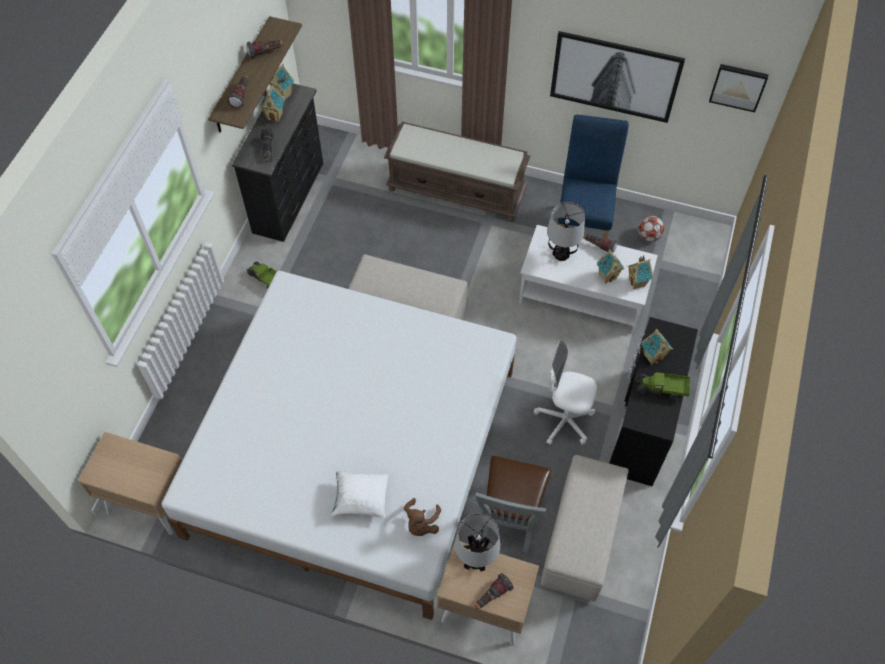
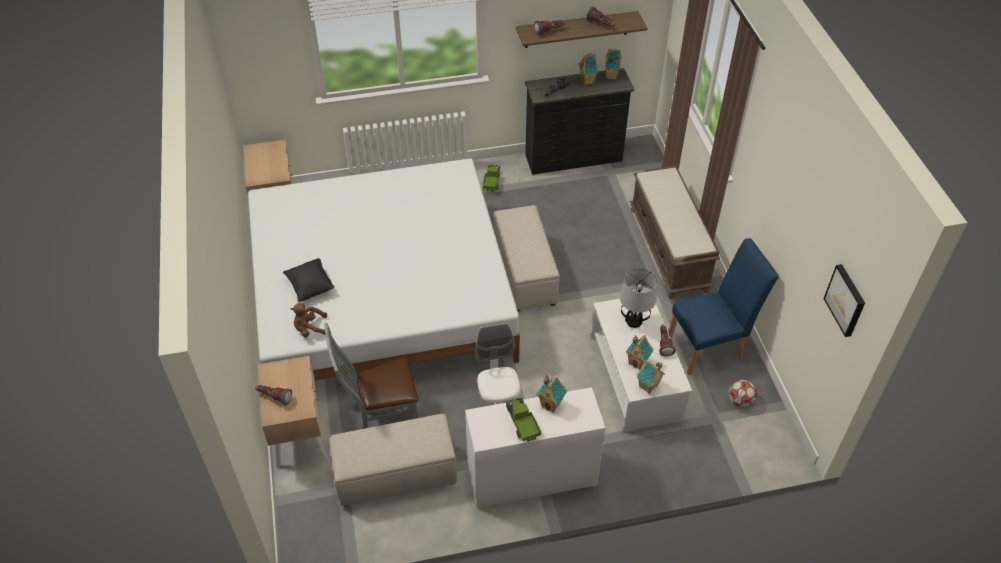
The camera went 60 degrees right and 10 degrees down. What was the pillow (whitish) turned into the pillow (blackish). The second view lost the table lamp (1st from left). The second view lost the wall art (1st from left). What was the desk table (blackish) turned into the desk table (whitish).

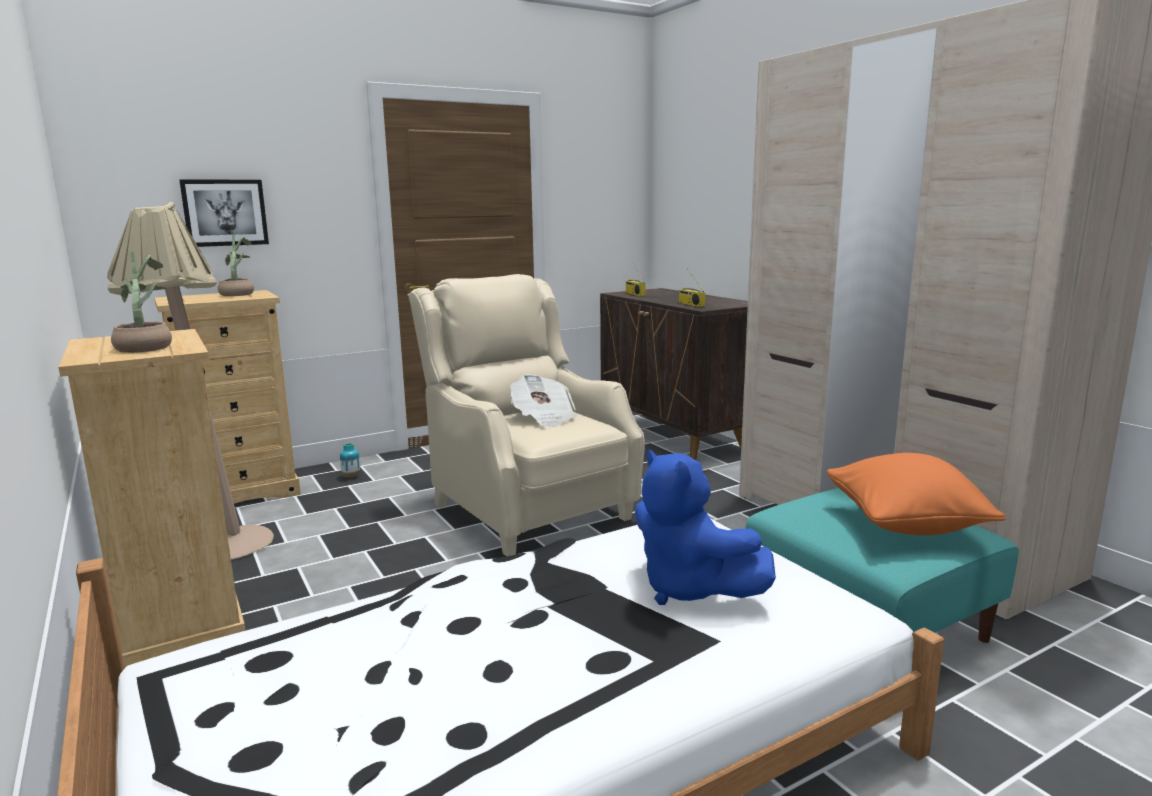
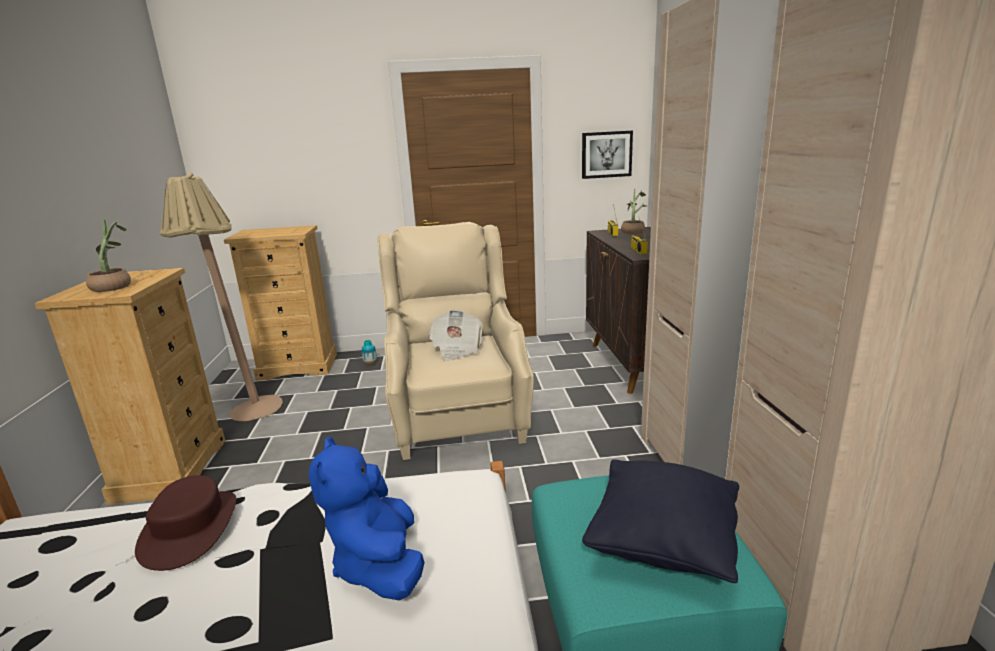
The camera went 25 degrees right and 5 degrees up. The wall art ended up elsewhere. The plant in a pot (2nd from left) ended up elsewhere. What was the pillow (orangey) turned into the pillow (blackish). The second view gained the wearable hat (brown).

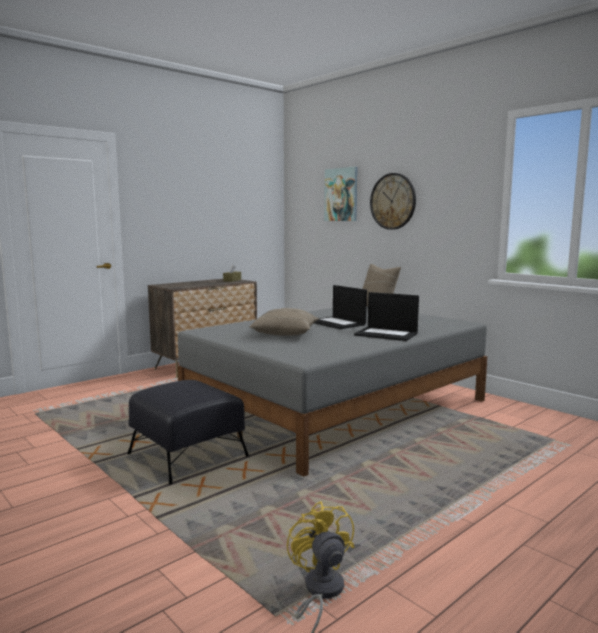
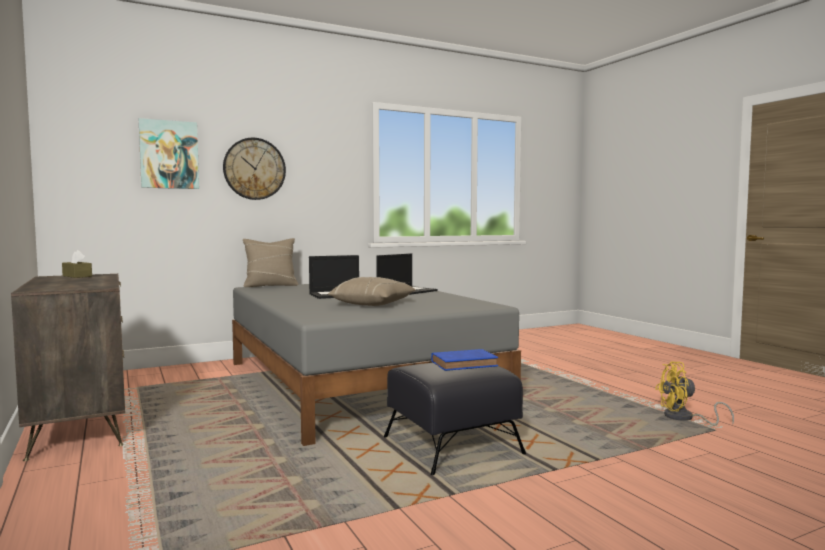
The camera went 75 degrees left and 5 degrees down. The second view gained the bound book (blue).

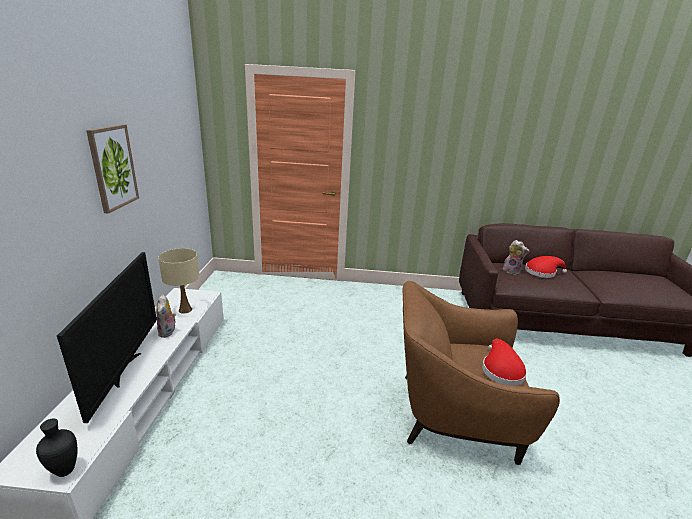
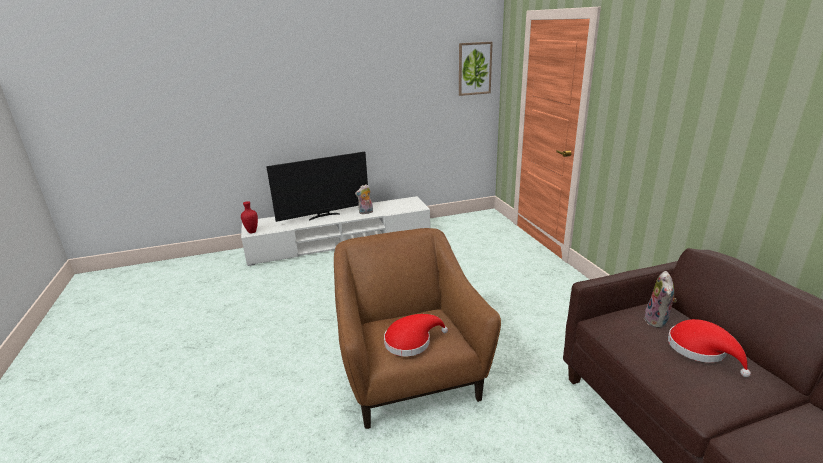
The camera went 70 degrees right and 0 degrees up. What was the vase (blackish) turned into the vase (red). The wall art ended up elsewhere. The second view lost the table lamp (sand-coloured).

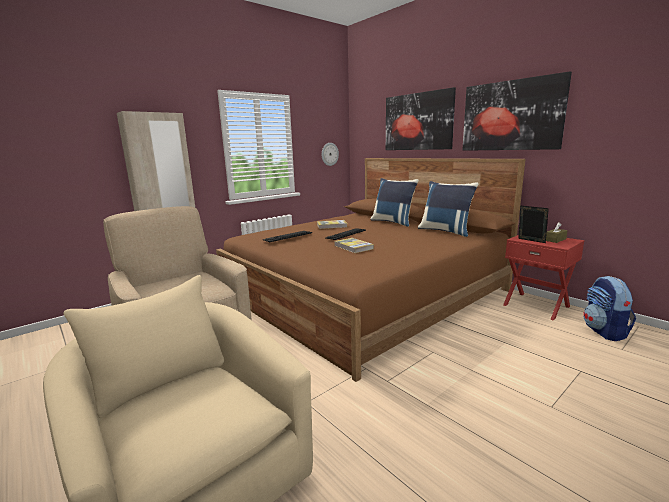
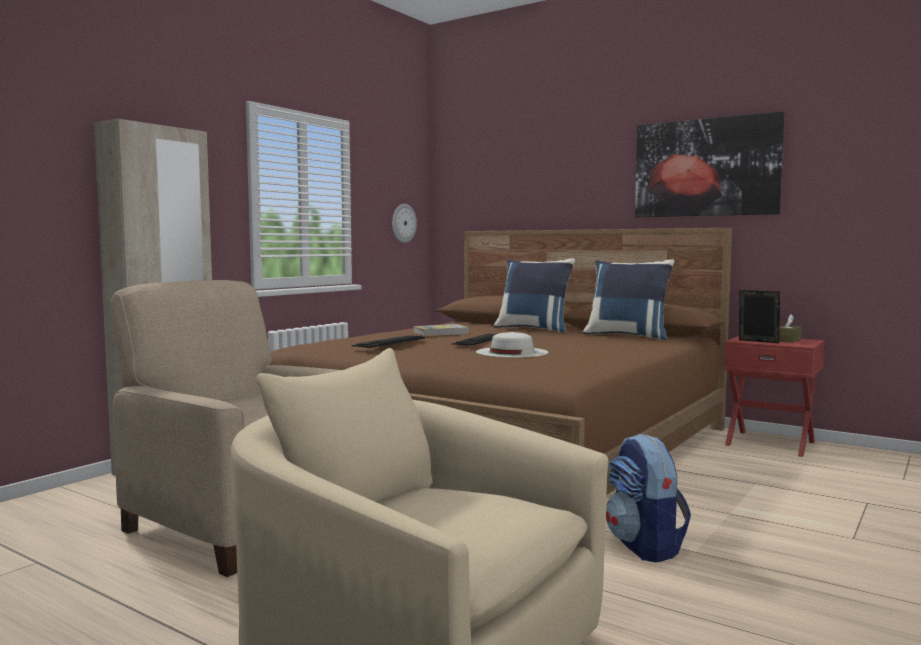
The camera went 15 degrees left and 10 degrees down. Where the bound book (2nd from left) stood, the wearable hat (whitish) came to stand. The second view lost the wall art (1st from left). The backpack ended up elsewhere.

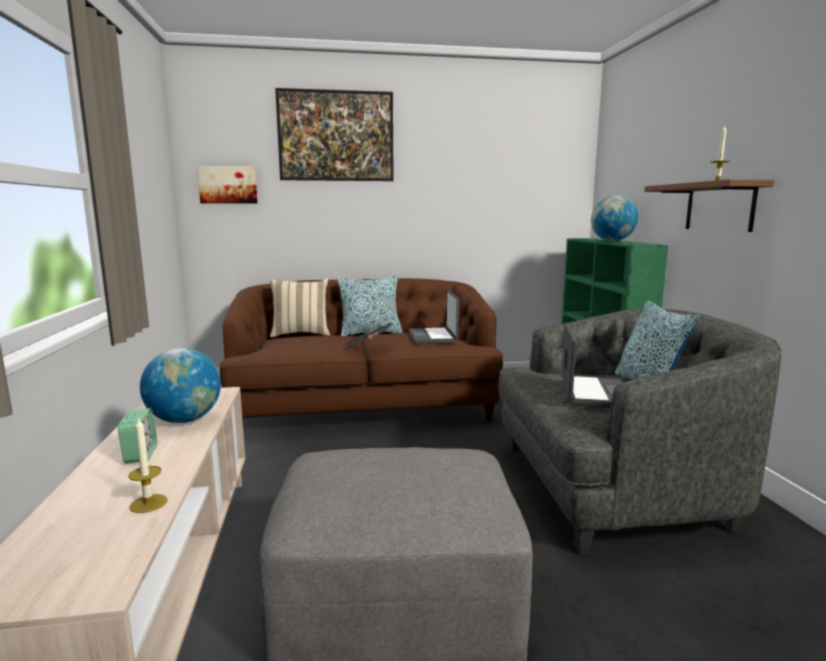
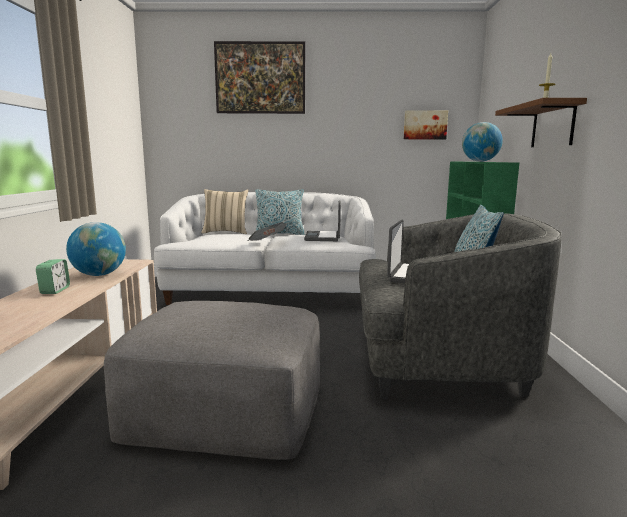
The camera went 10 degrees right and 0 degrees up. The second view lost the wax candle (1st from left). The wall art (1st from left in the first image) ended up elsewhere. What was the settee (brown) turned into the settee (whitish).

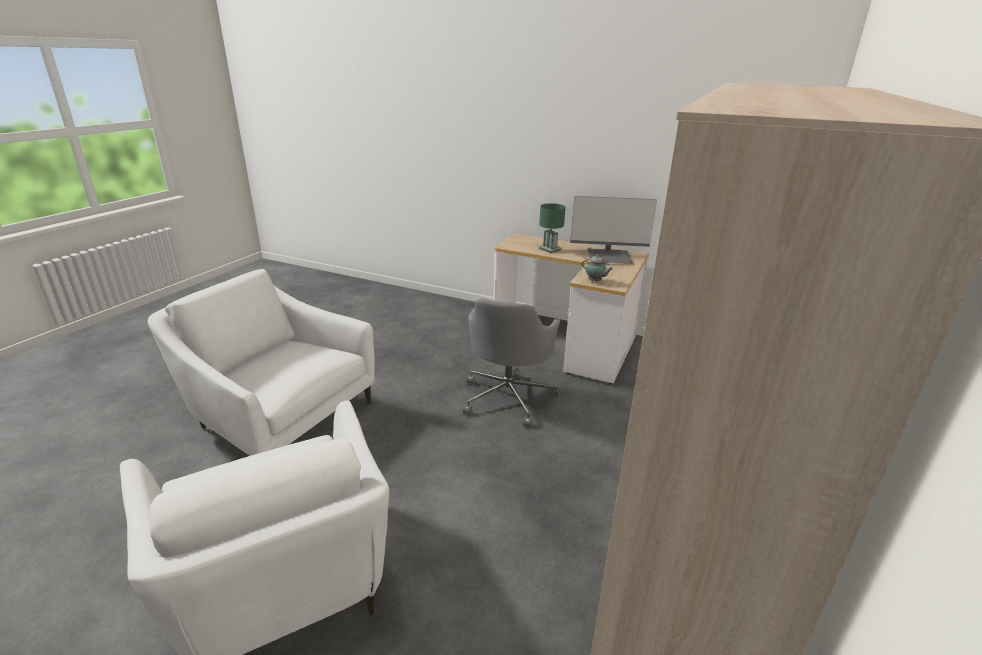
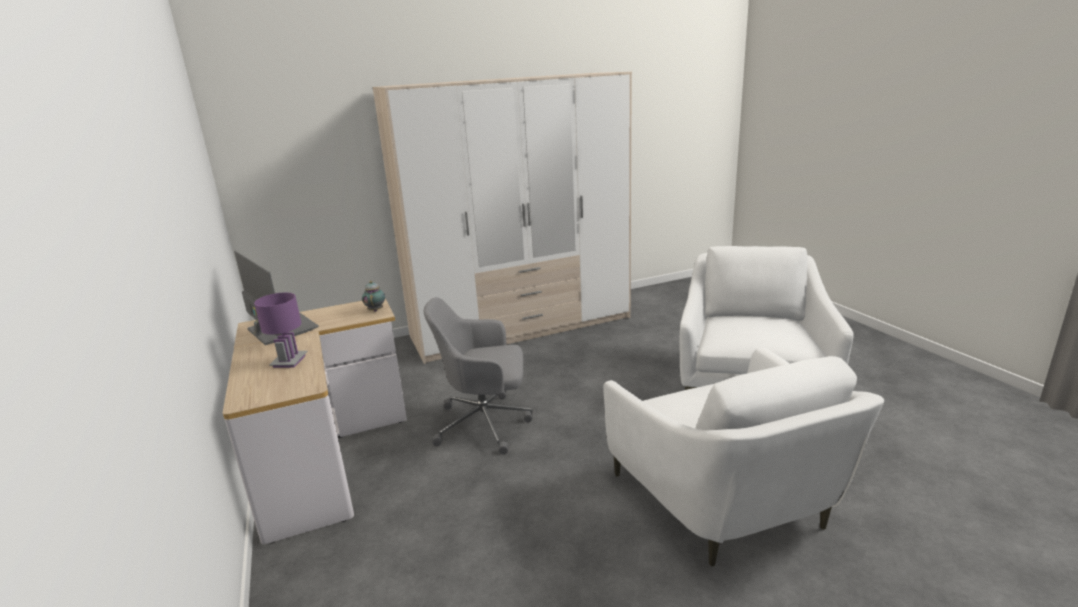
The camera went 135 degrees left and 5 degrees down. The computer chair (greyish) ended up facing another way, 150 degrees counterclockwise from before. What was the table lamp (green) turned into the table lamp (purple-coloured).

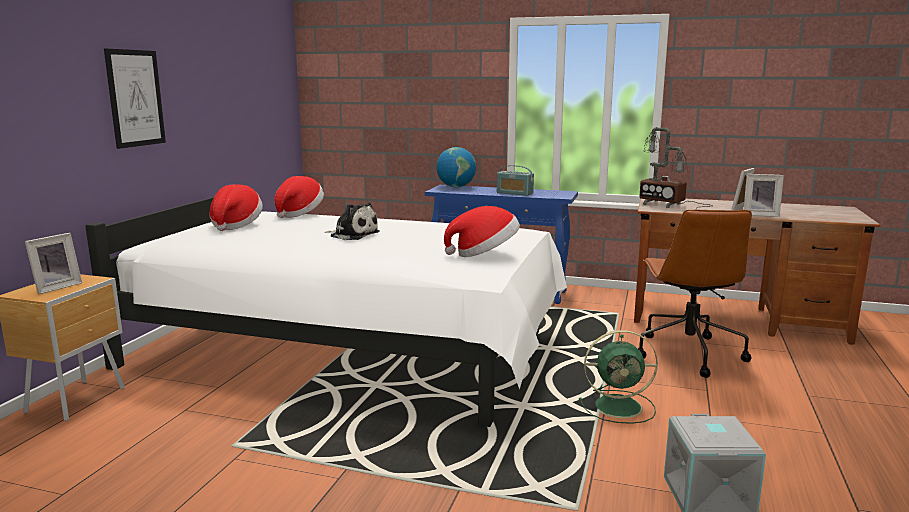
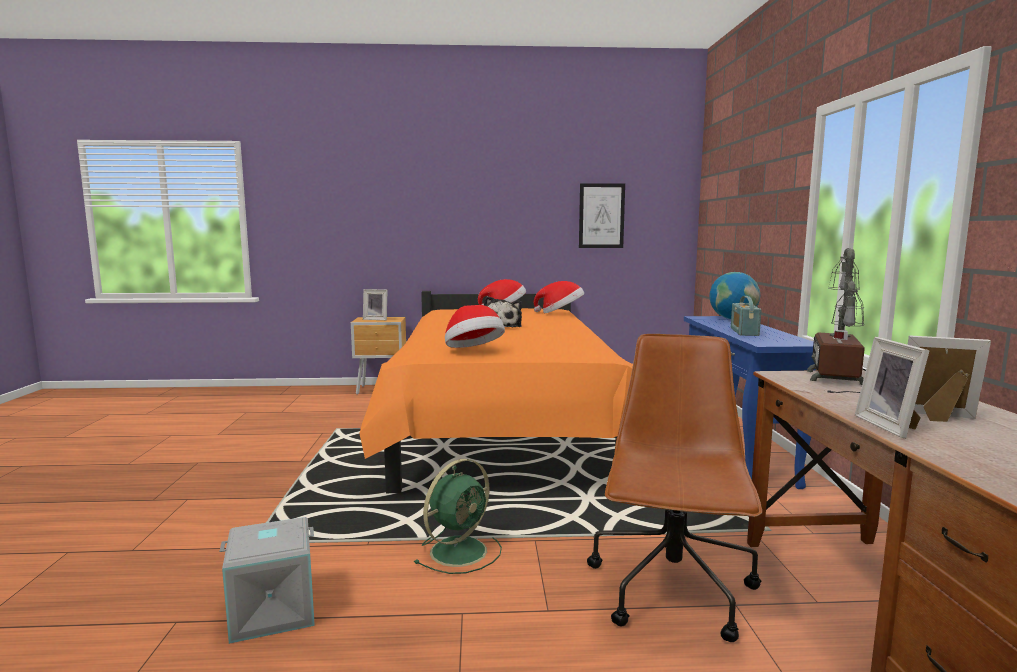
The camera went 70 degrees right and 5 degrees down. What was the bed (whitish) turned into the bed (orangey). The wall art ended up elsewhere. The electric fan (green) ended up facing another way, 120 degrees counterclockwise from before. The computer chair (brown) ended up facing another way, 120 degrees clockwise from before.

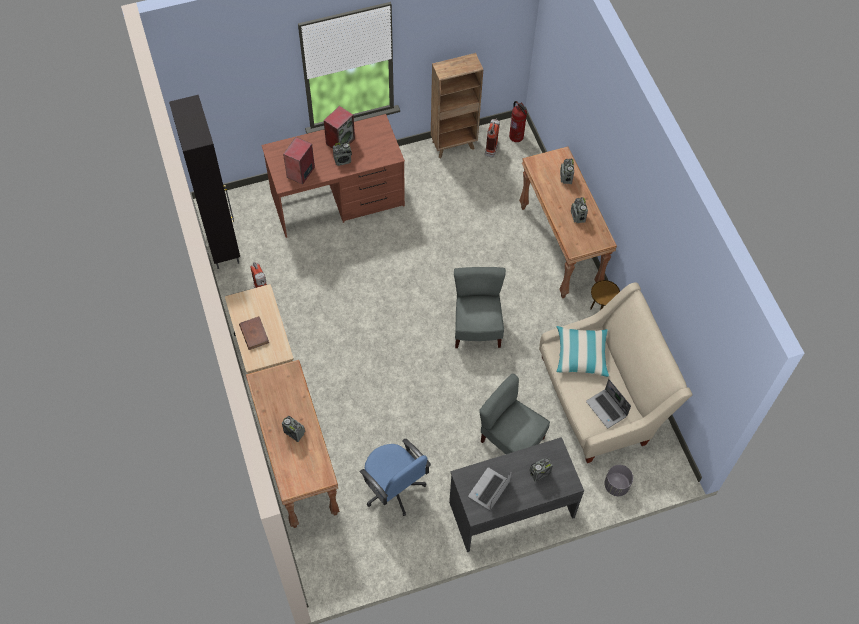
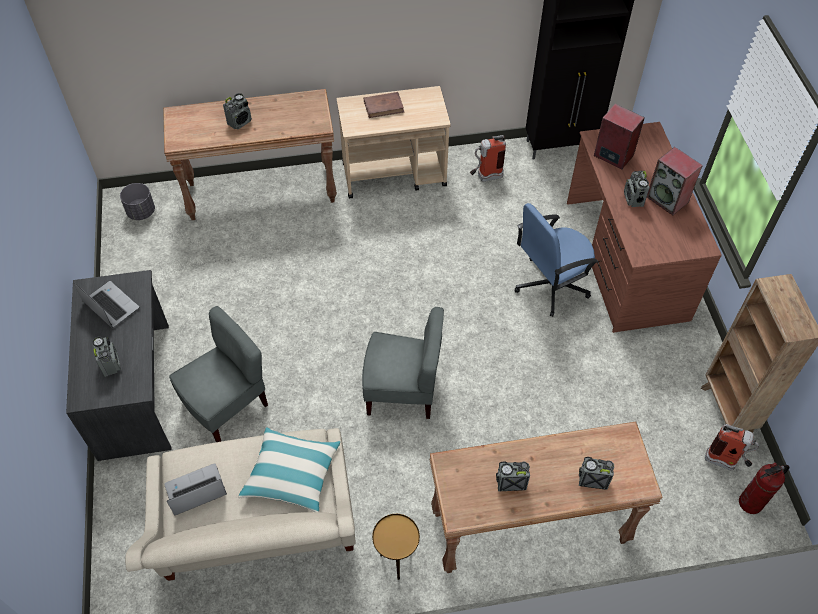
The camera went 100 degrees right and 5 degrees down. The computer chair (blue) ended up elsewhere. The plant pot (greyish) ended up elsewhere.

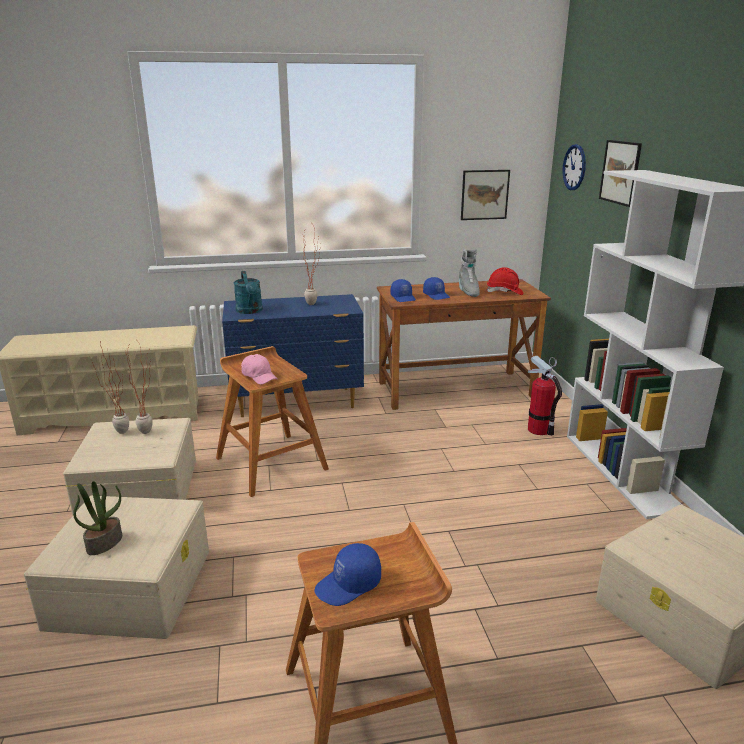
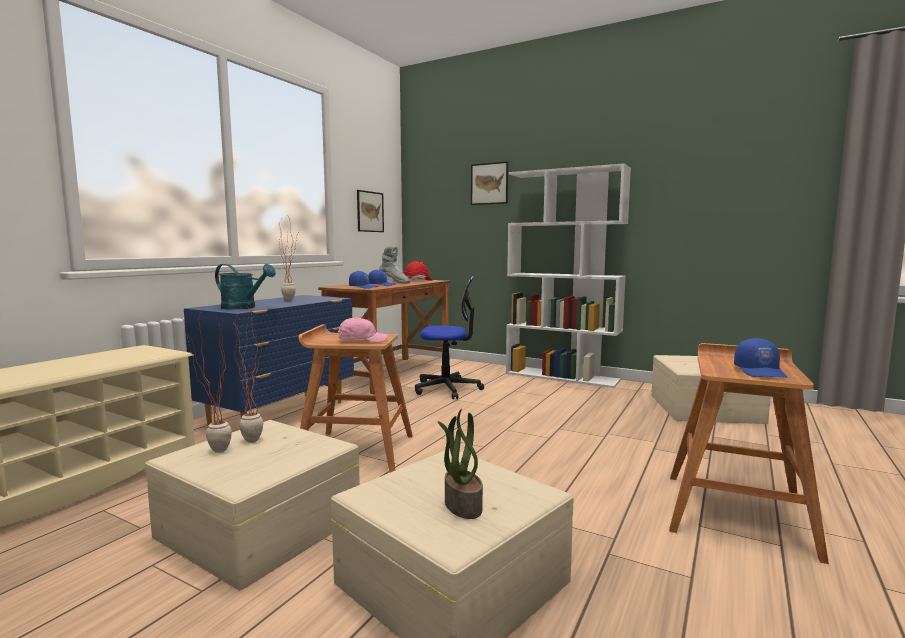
The camera went 50 degrees left and 15 degrees down. The second view lost the fire-fighting cylinder. The second view lost the wall clock. The second view gained the computer chair.

